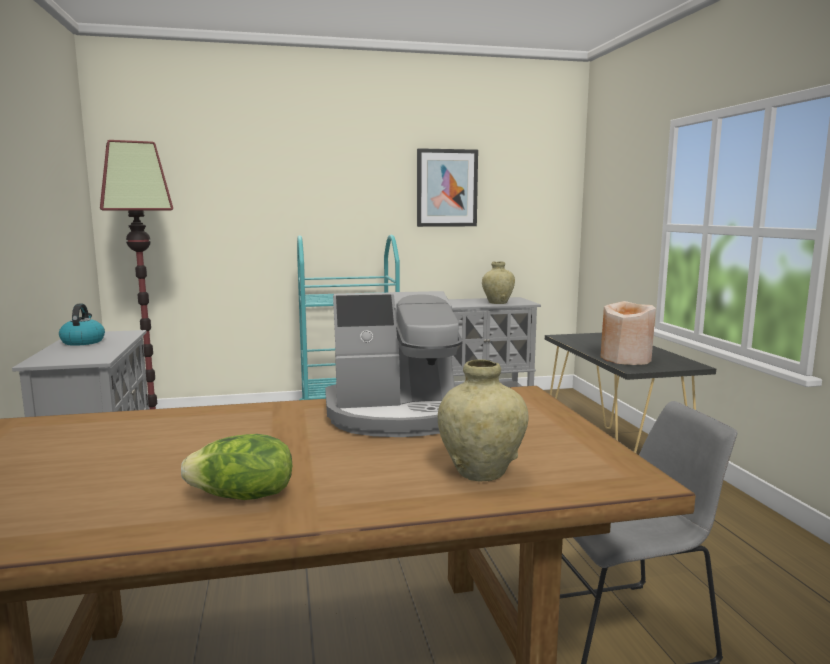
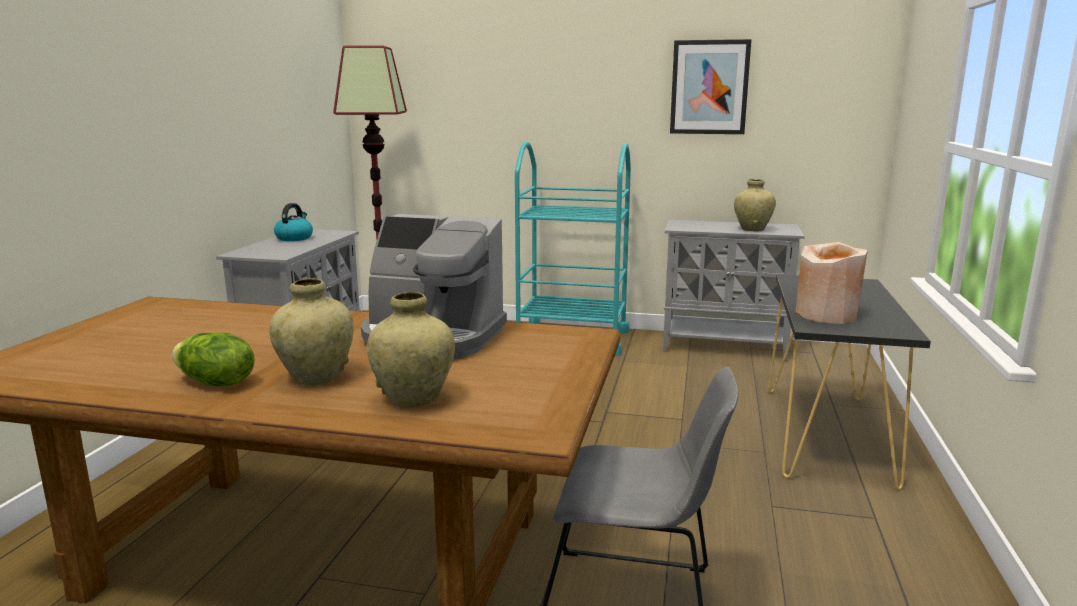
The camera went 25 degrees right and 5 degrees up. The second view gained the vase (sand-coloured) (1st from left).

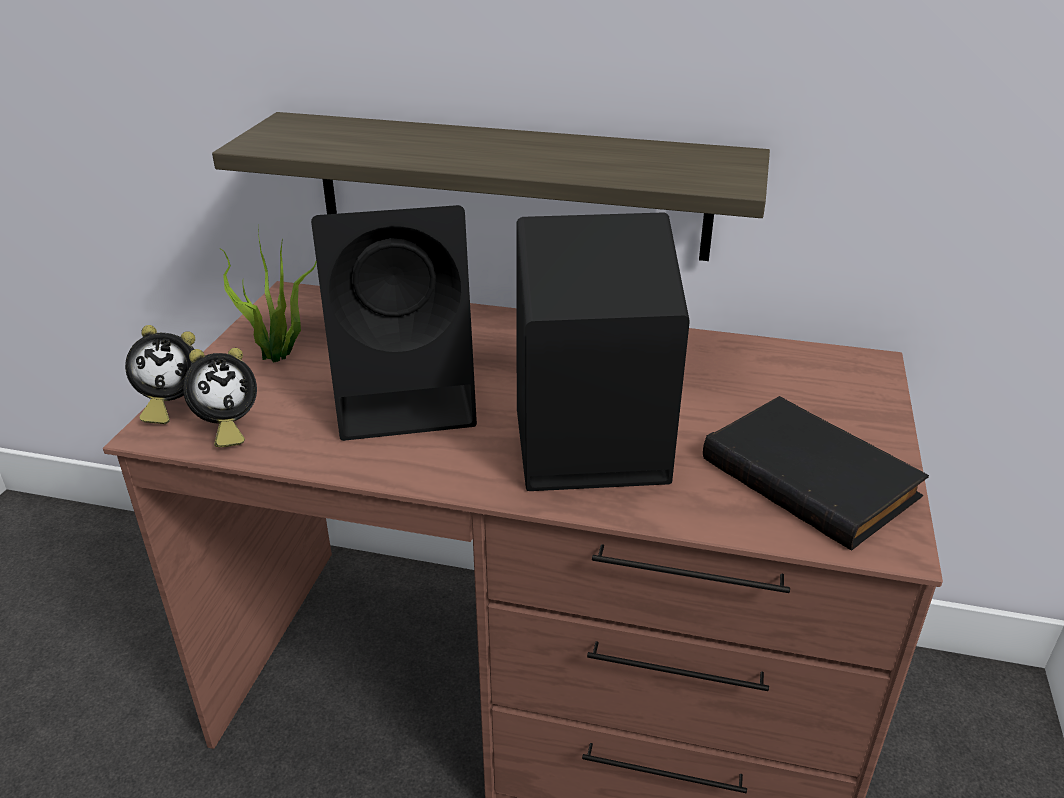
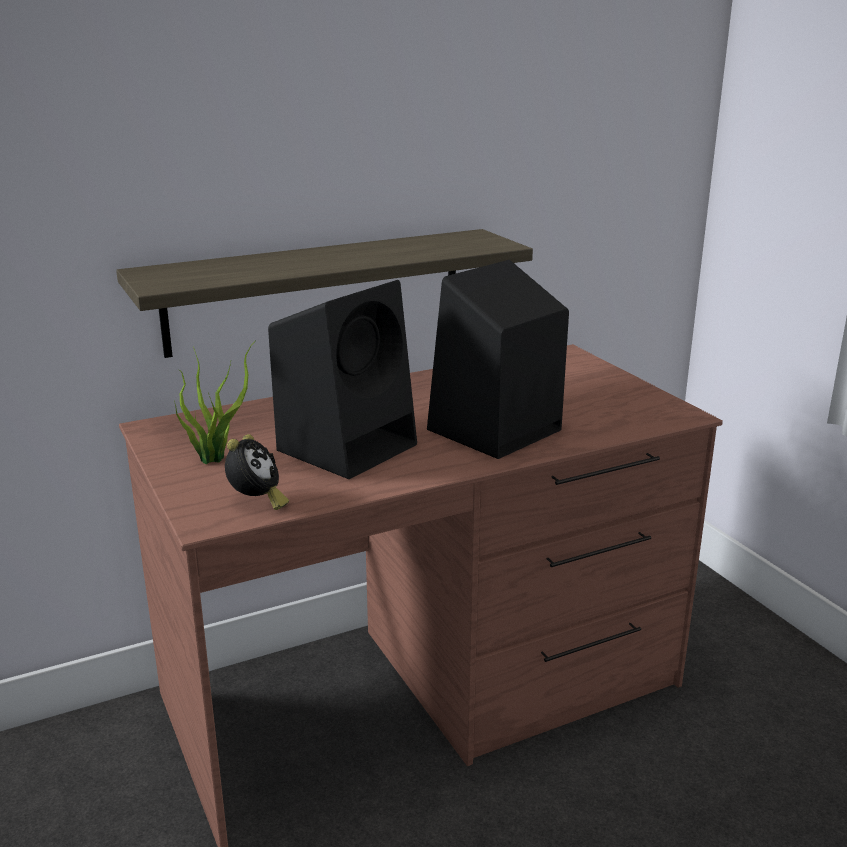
The camera went 40 degrees left and 10 degrees down. The second view lost the bedside clock (1st from left). The second view lost the bound book (blackish).

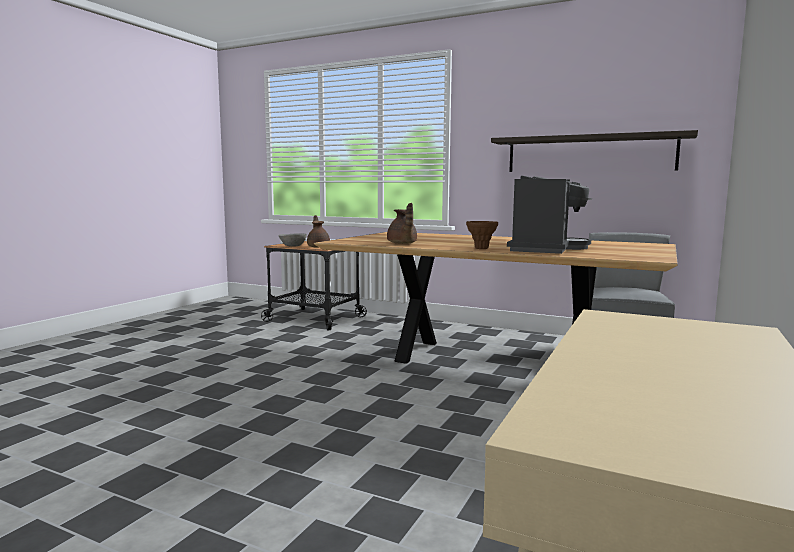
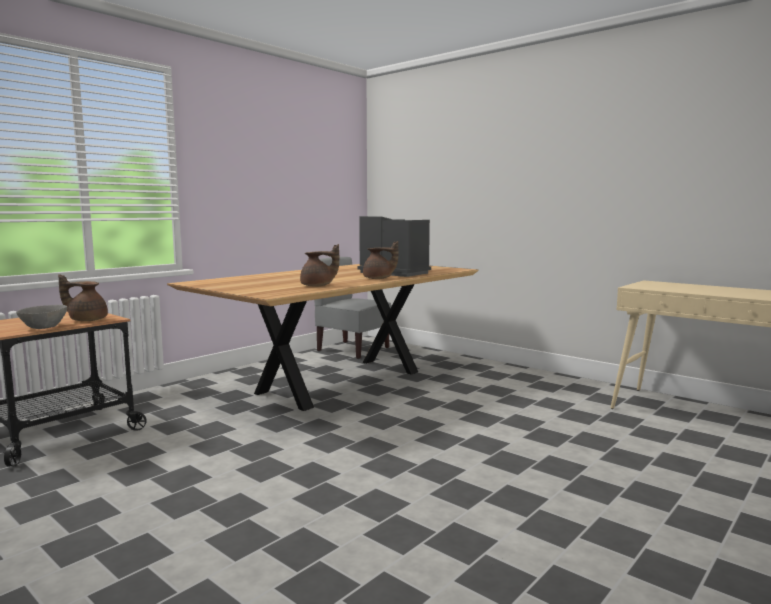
The camera went 75 degrees left and 0 degrees up. Where the vase (brown) stood, the pot for tea (brown) (3rd from left) came to stand. The second view lost the wall shelf.

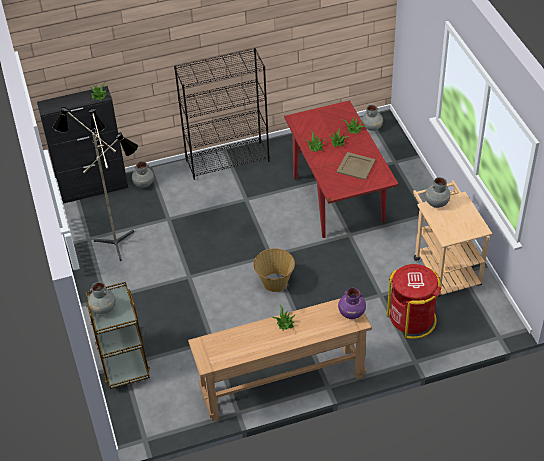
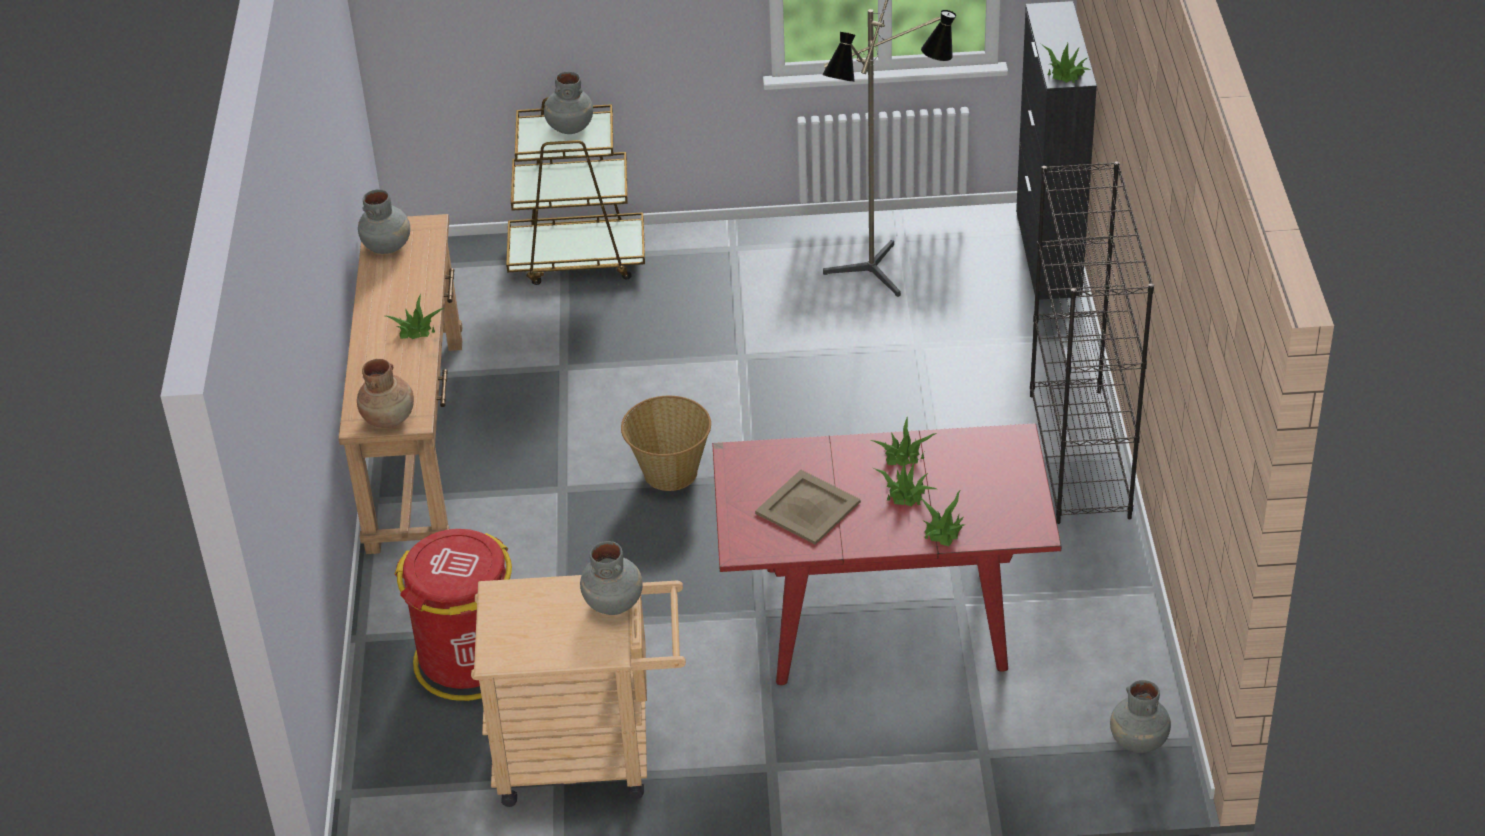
The camera went 105 degrees right and 5 degrees down. The vase (greyish) (2nd from left in the first image) ended up elsewhere. What was the vase (purple-coloured) turned into the vase (brown).

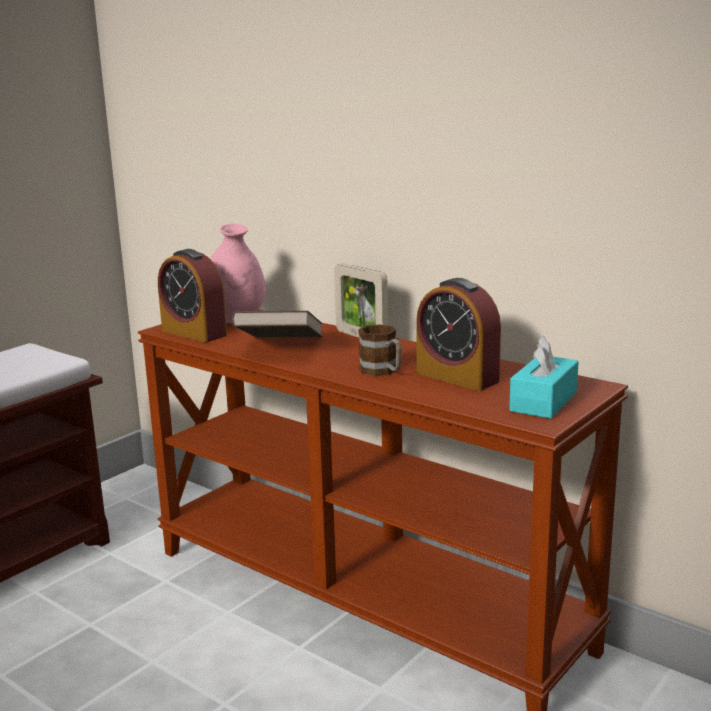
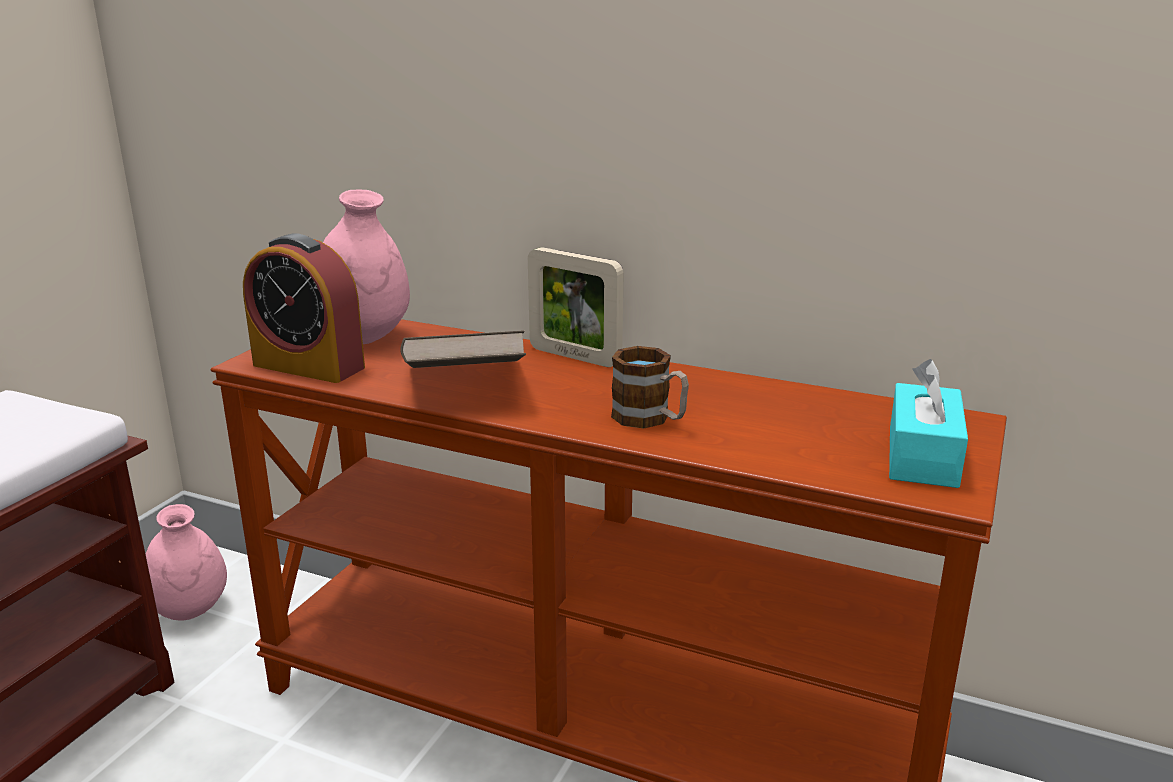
The camera went 15 degrees left and 5 degrees up. The second view lost the bedside clock (2nd from left). The second view gained the vase (pink) (1st from left).

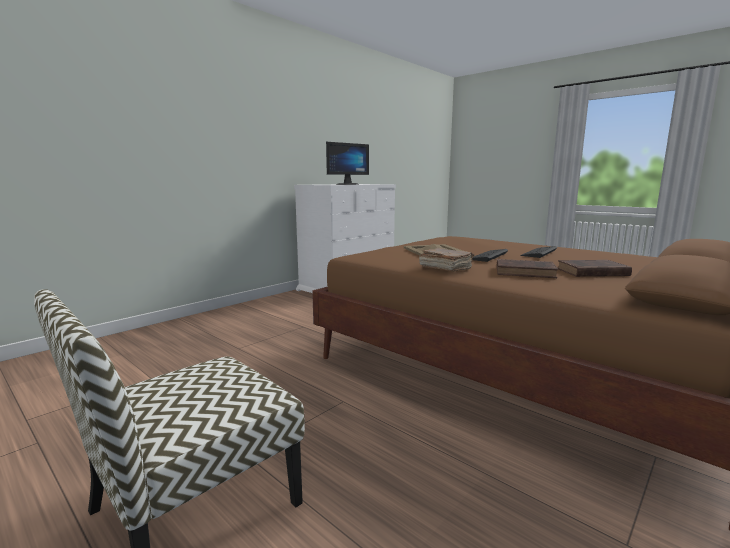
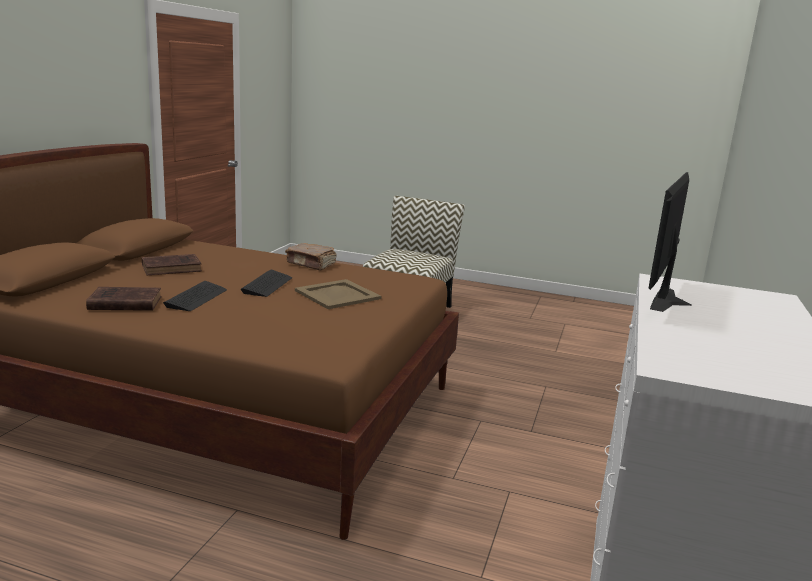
The camera went 155 degrees right and 5 degrees up. The bound book (brown) (2nd from left in the first image) ended up elsewhere.

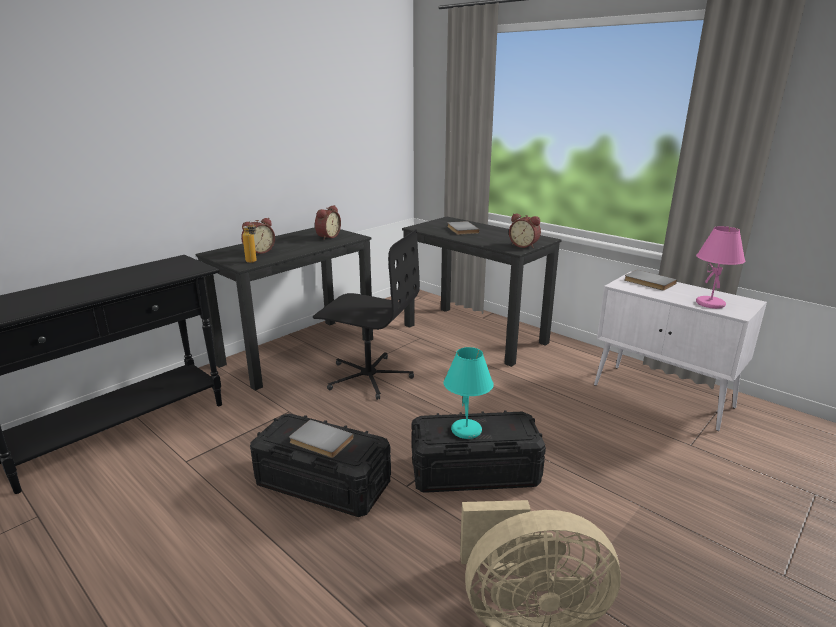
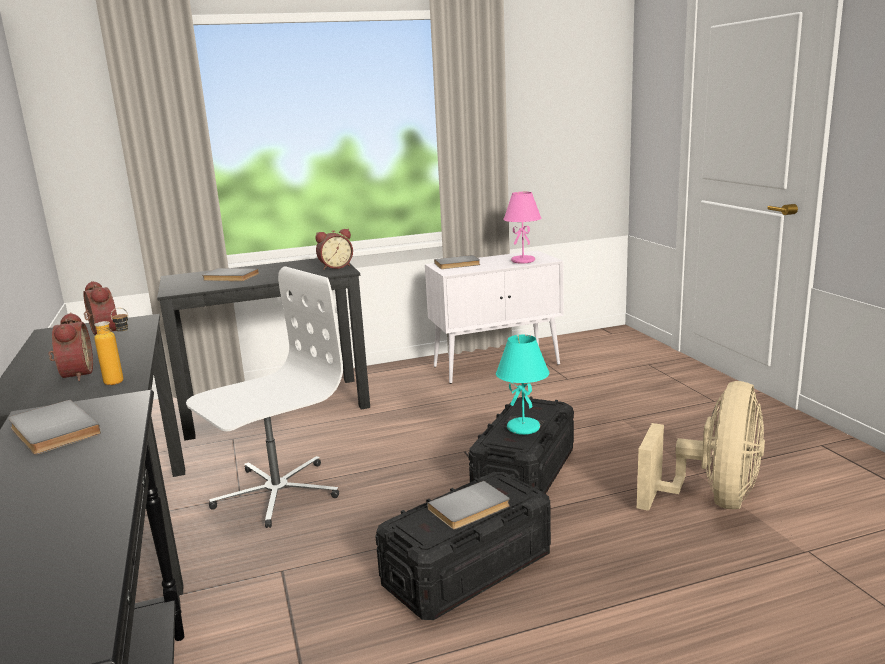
The camera went 60 degrees left and 5 degrees down. What was the computer chair (blackish) turned into the computer chair (whitish). The second view gained the bound book (greyish) (1st from left).

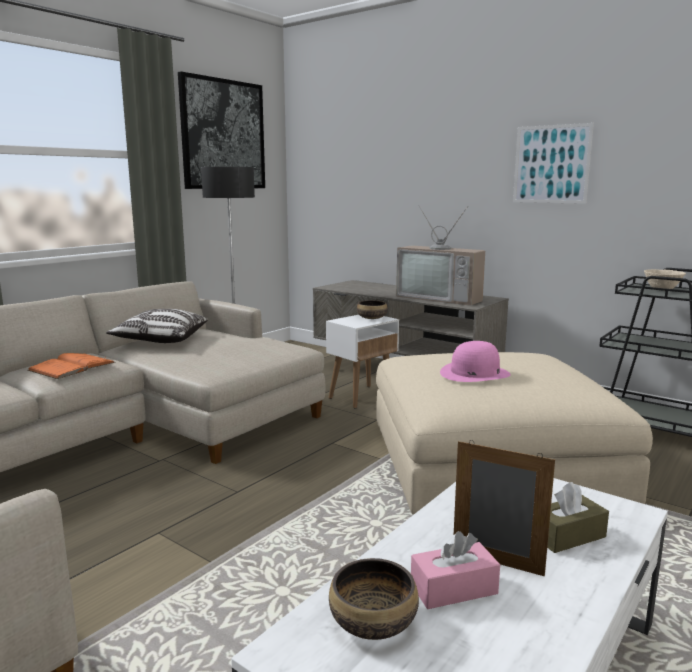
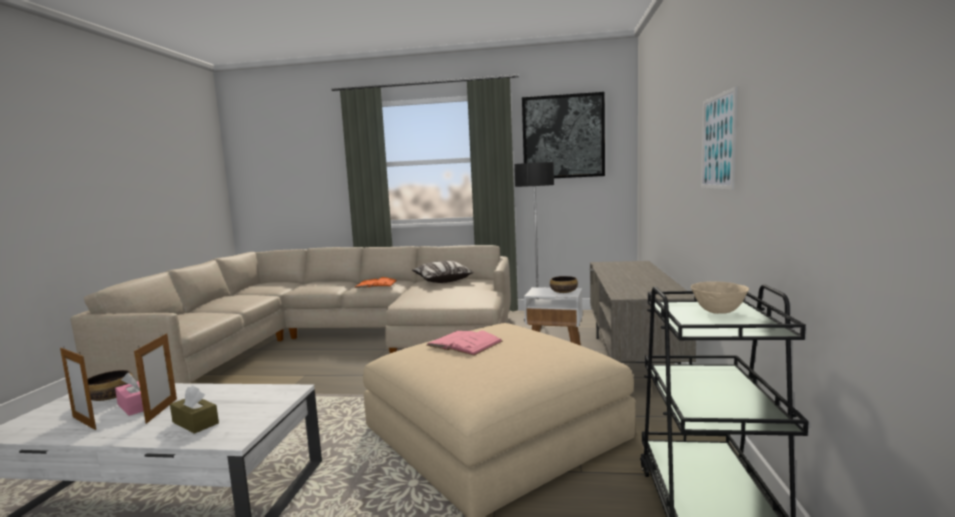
The camera went 60 degrees right and 5 degrees down. The second view lost the TV. Where the wearable hat (pink) stood, the bound book (pink) came to stand. The second view gained the photo frame (1st from left).

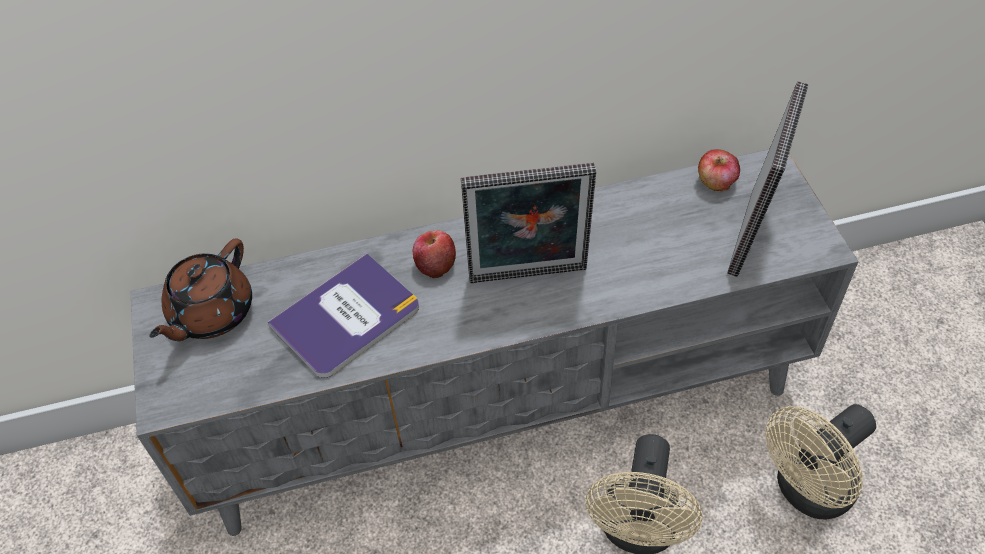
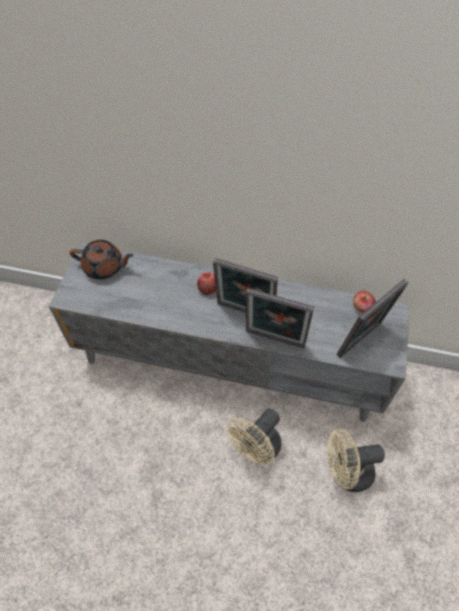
The camera went 25 degrees right and 5 degrees up. The pot for tea (brown) ended up facing another way, 135 degrees counterclockwise from before. The second view lost the bound book. The second view gained the photo frame (2nd from left).

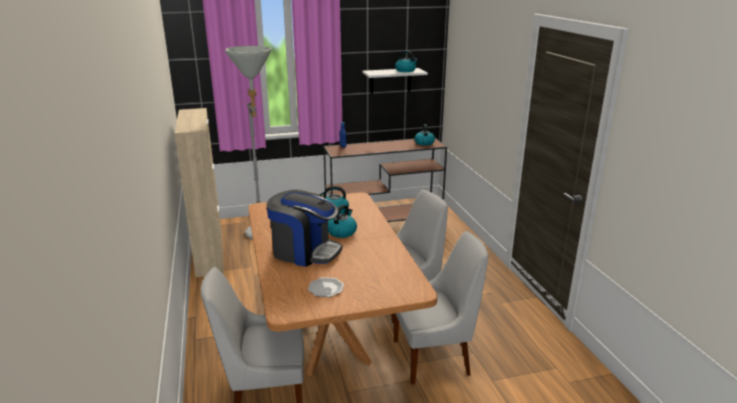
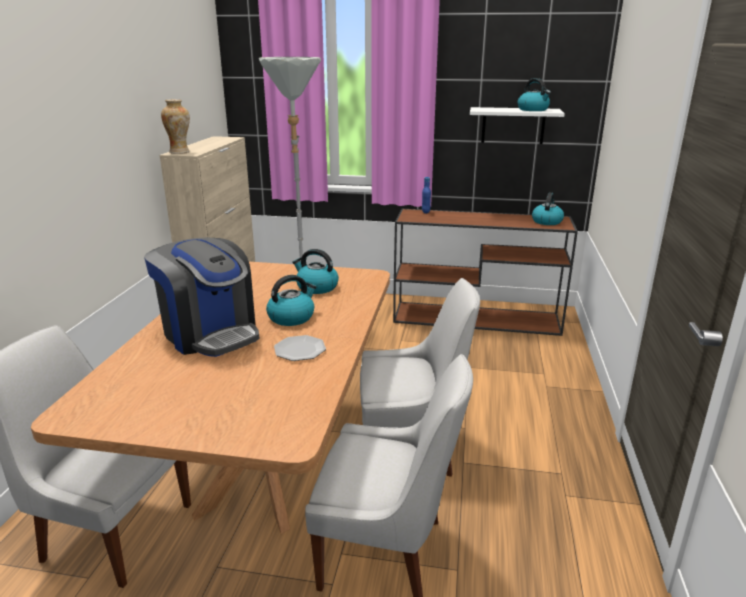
The camera went 25 degrees right and 0 degrees up. The plate ended up elsewhere. The second view gained the vase.

